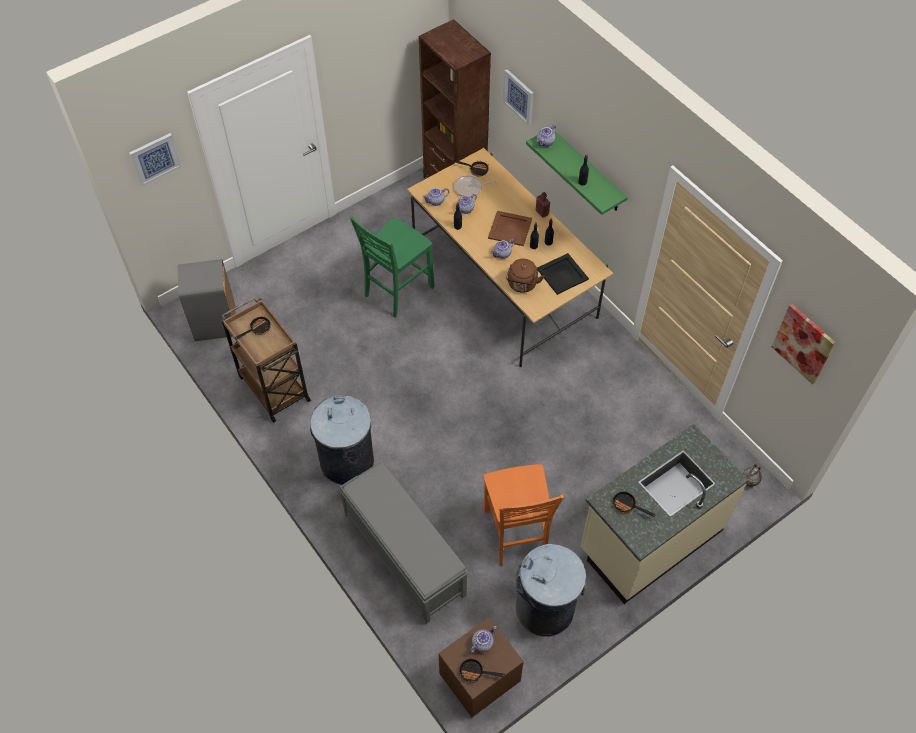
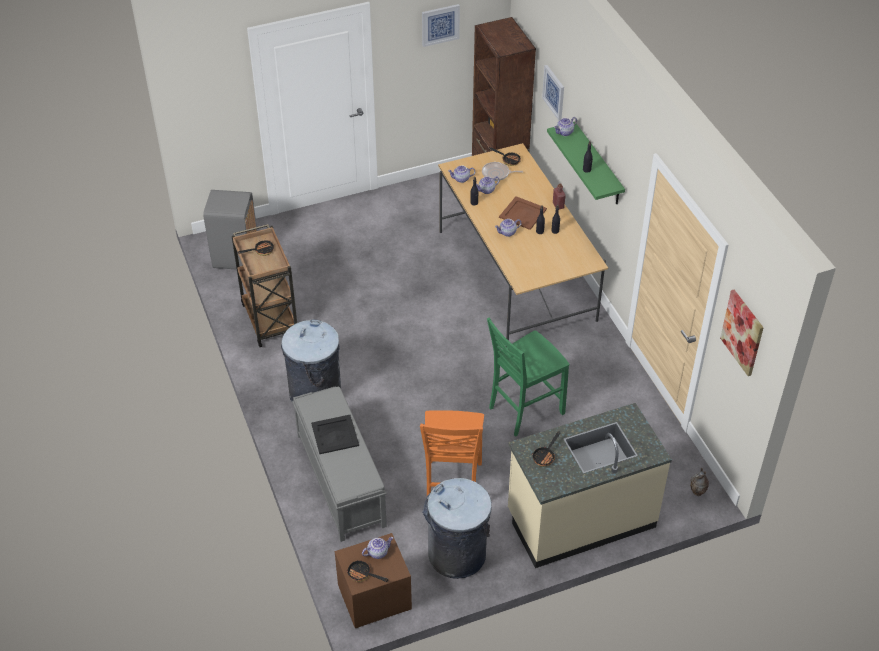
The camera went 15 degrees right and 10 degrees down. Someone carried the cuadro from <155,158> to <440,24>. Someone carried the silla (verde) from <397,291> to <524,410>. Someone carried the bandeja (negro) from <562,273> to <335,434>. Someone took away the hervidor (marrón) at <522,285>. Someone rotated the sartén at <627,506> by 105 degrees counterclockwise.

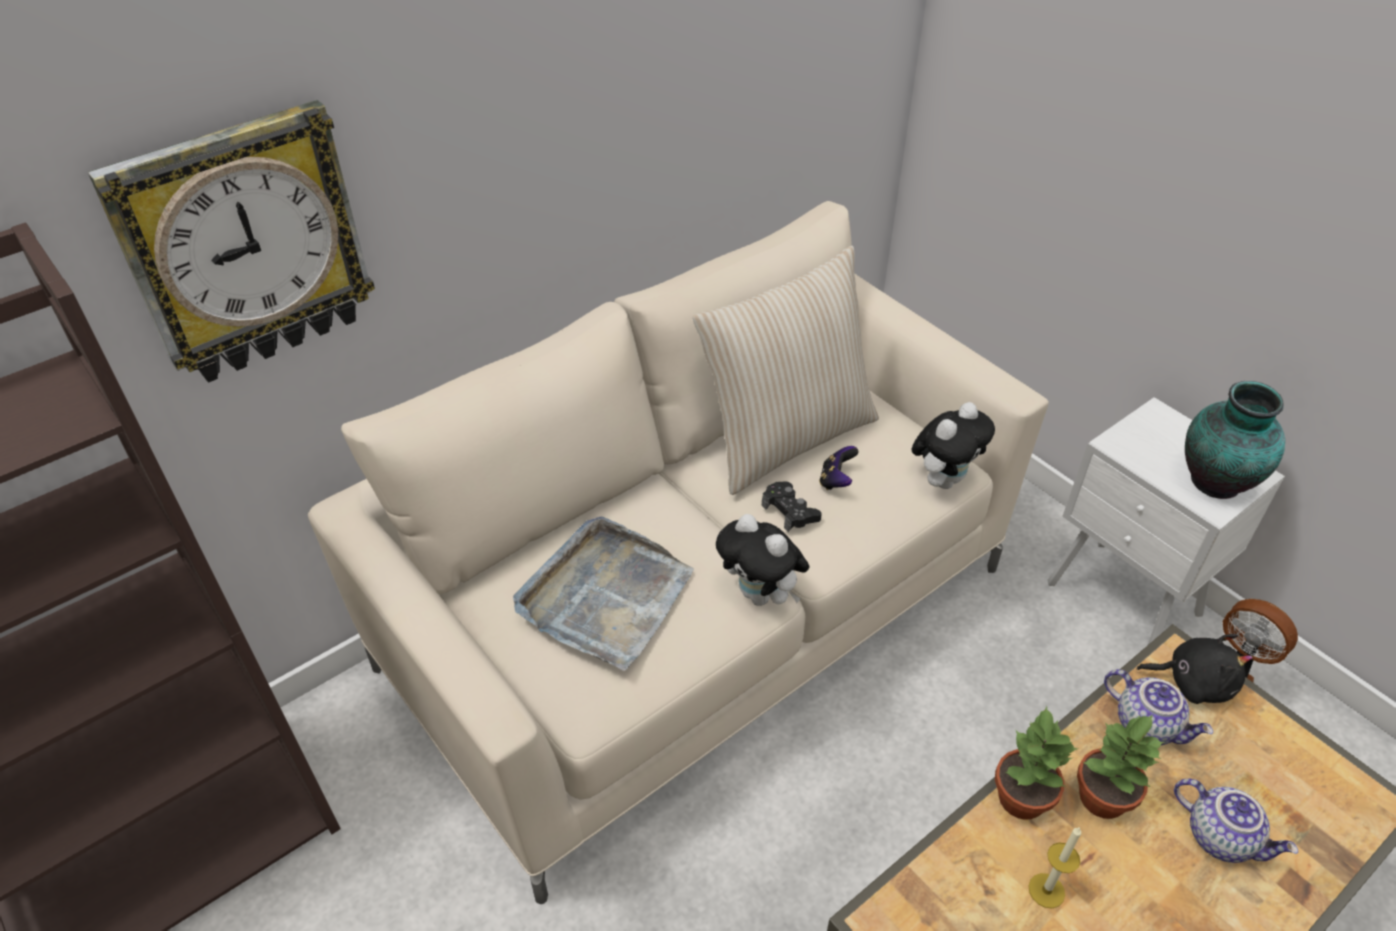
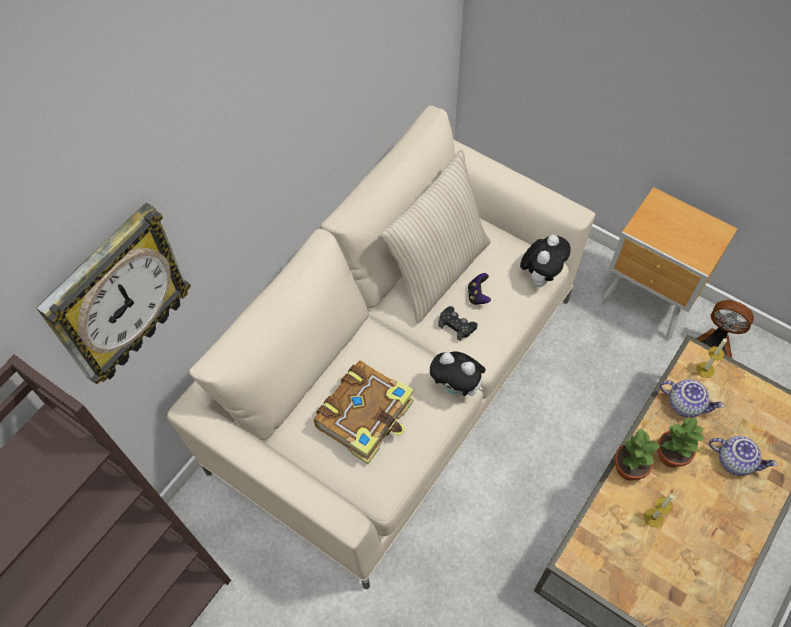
The camera went 15 degrees left and 15 degrees up. Someone took away the florero at <1216,484>. Someone repainted the mesita de noche (blanco) at <1124,603>, which became the mesita de noche (marrón) at <648,304>. Someone swapped the bandeja (gris) at <605,596> for the libro at <366,416>. Someone swapped the peluche (negro) at <1193,682> for the vela at <705,369>.

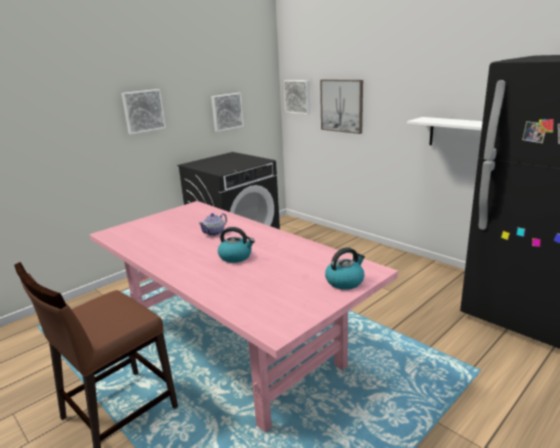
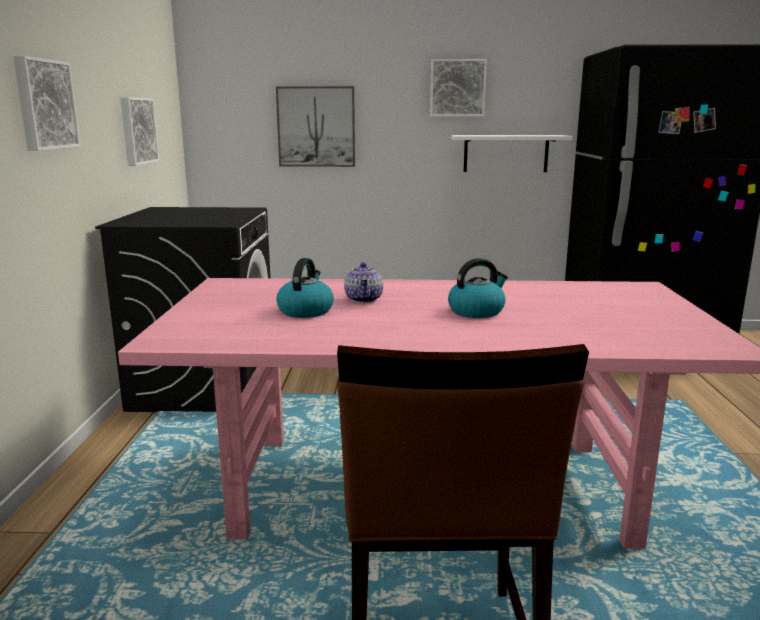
The camera went 45 degrees left and 5 degrees down. Someone carried the cuadro from <298,96> to <457,88>. Someone carried the hervidor from <345,281> to <305,311>.

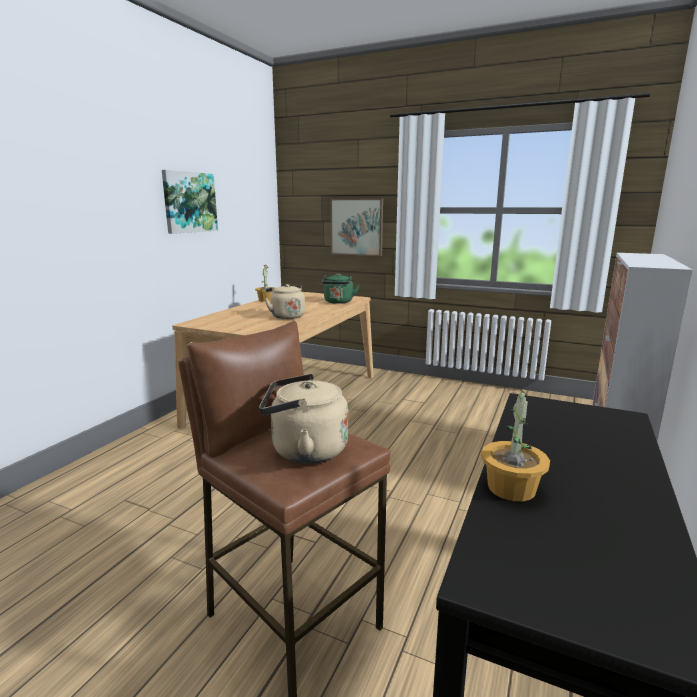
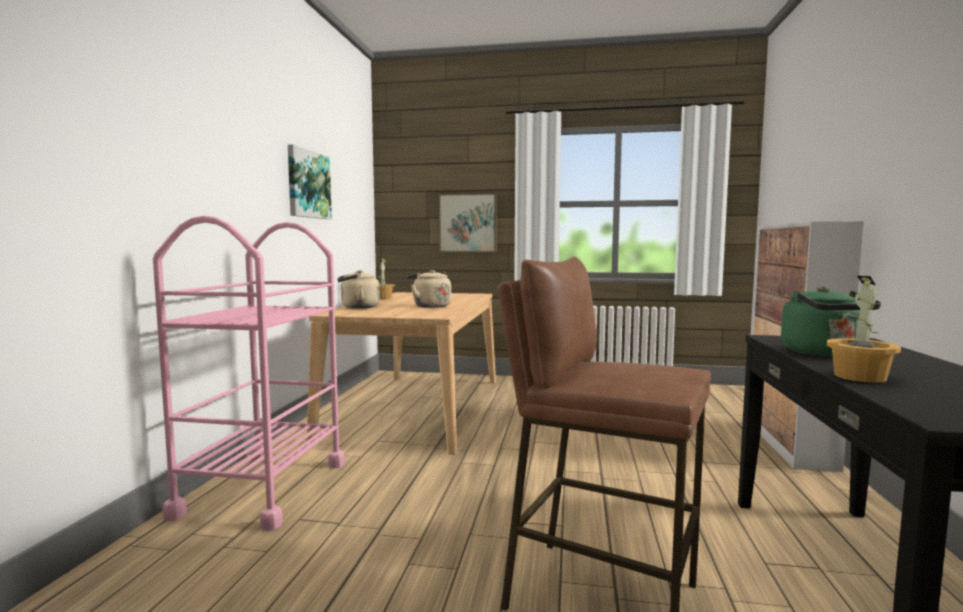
The camera went 15 degrees left and 10 degrees down. Someone carried the hervidor (verde) from <338,302> to <823,353>. Someone carried the hervidor (beis) from <304,451> to <357,307>. Someone put down the carrito (rosa) at <263,488>.

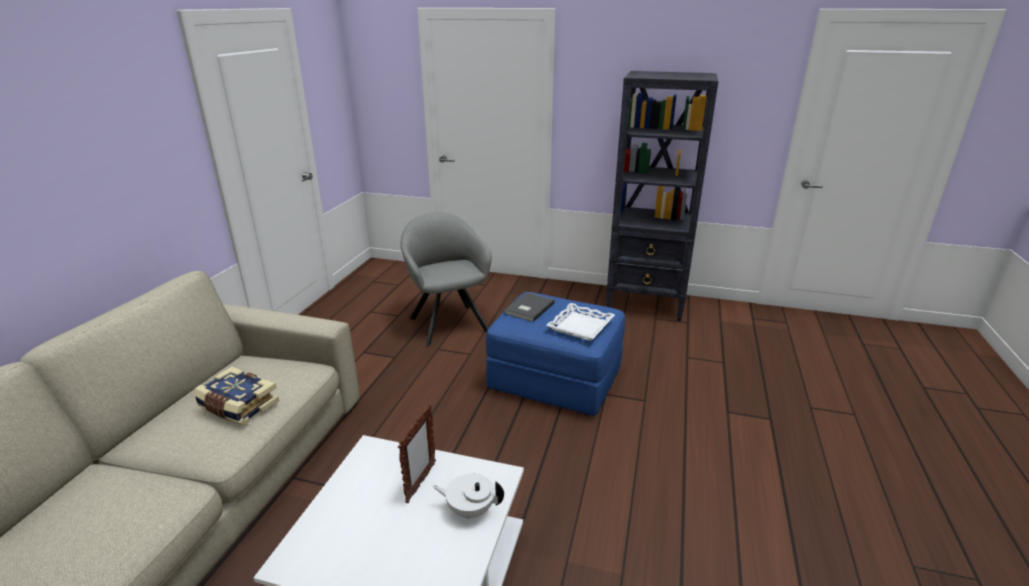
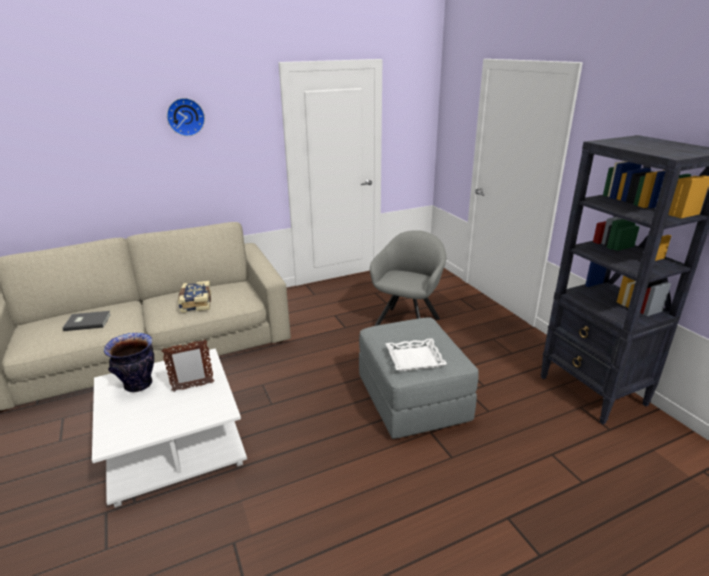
The camera went 50 degrees right and 0 degrees up. Someone repainted the puf (azul) at <556,380>, which became the puf (gris) at <413,400>. Someone carried the libro (gris) from <528,308> to <87,322>. Someone took away the tetera (blanco) at <470,509>. Someone put up the reloj de pared at <185,117>. Someone put down the florero at <139,385>.

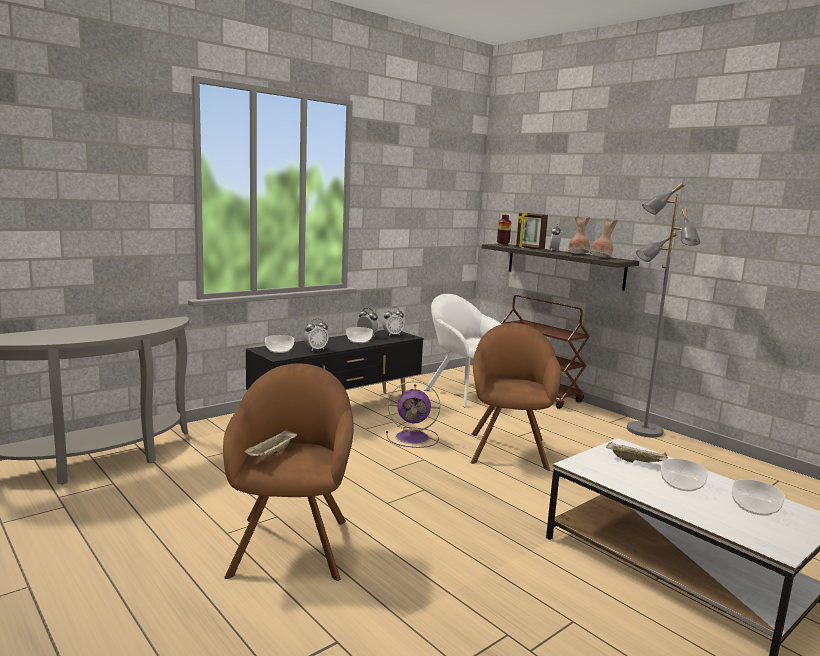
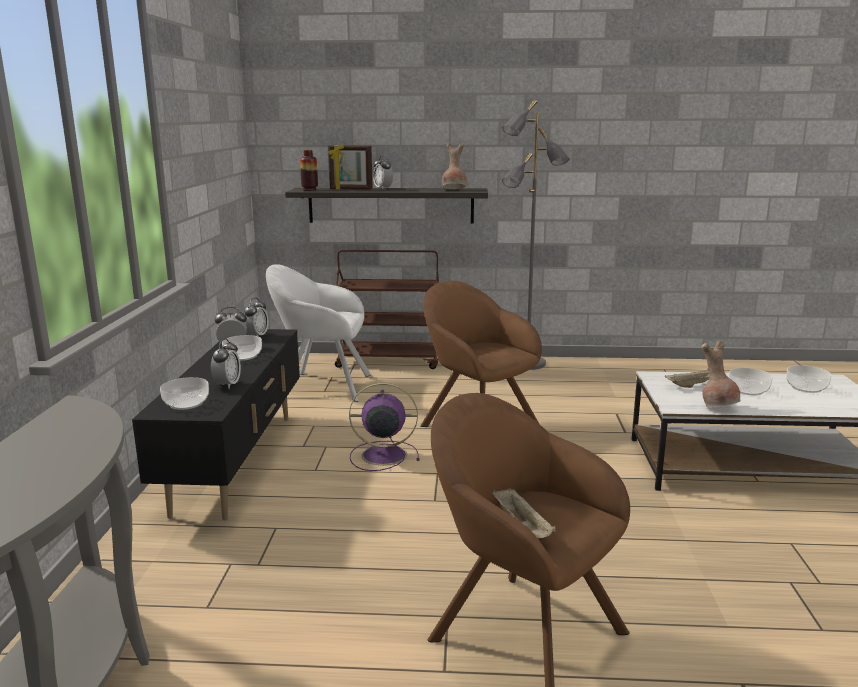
The camera went 45 degrees left and 5 degrees up. Someone carried the florero (marrón) from <578,254> to <718,407>. Someone rotated the ventilador (morado) at <414,437> by 135 degrees counterclockwise.

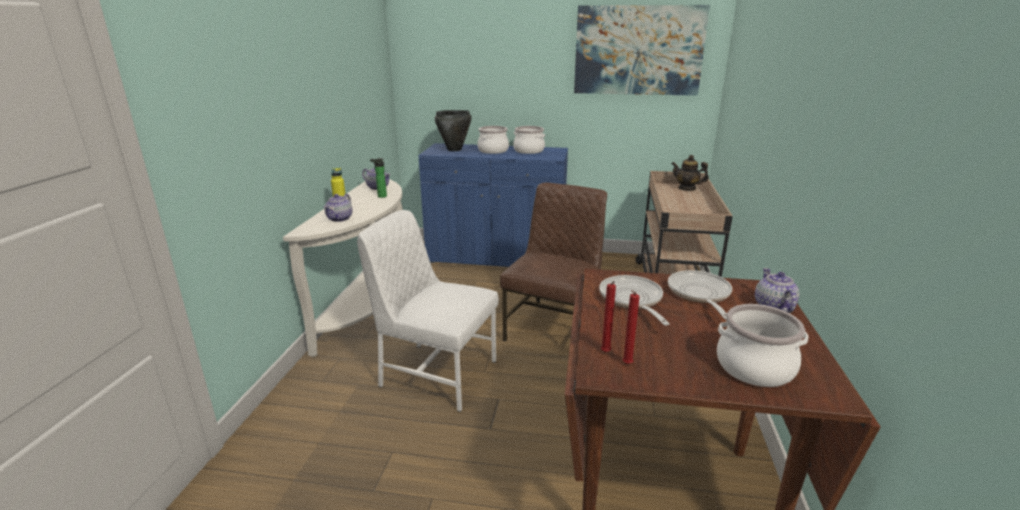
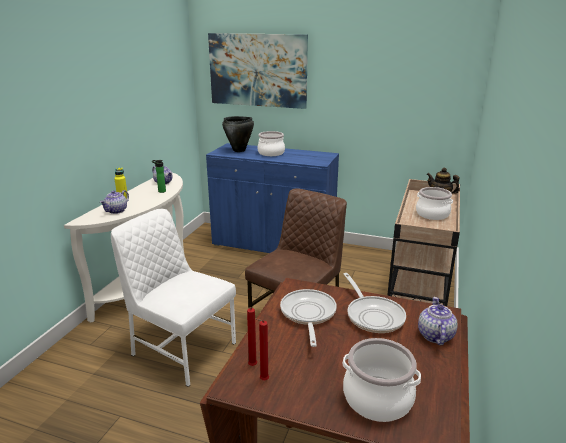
The camera went 10 degrees right and 0 degrees up. Someone carried the cuadro from <638,50> to <258,70>. Someone carried the olla from <528,151> to <432,214>. Someone rotated the sartén at <699,295> by 150 degrees clockwise.

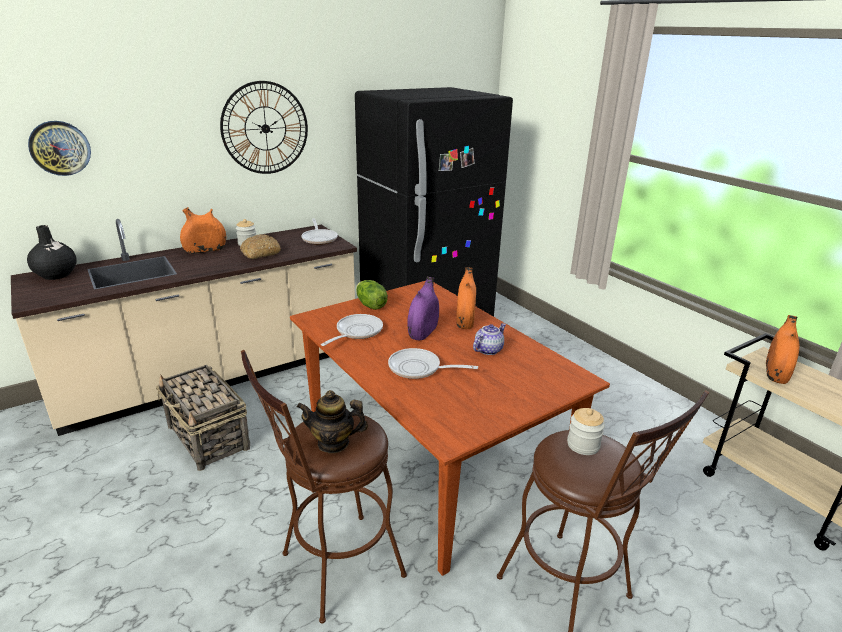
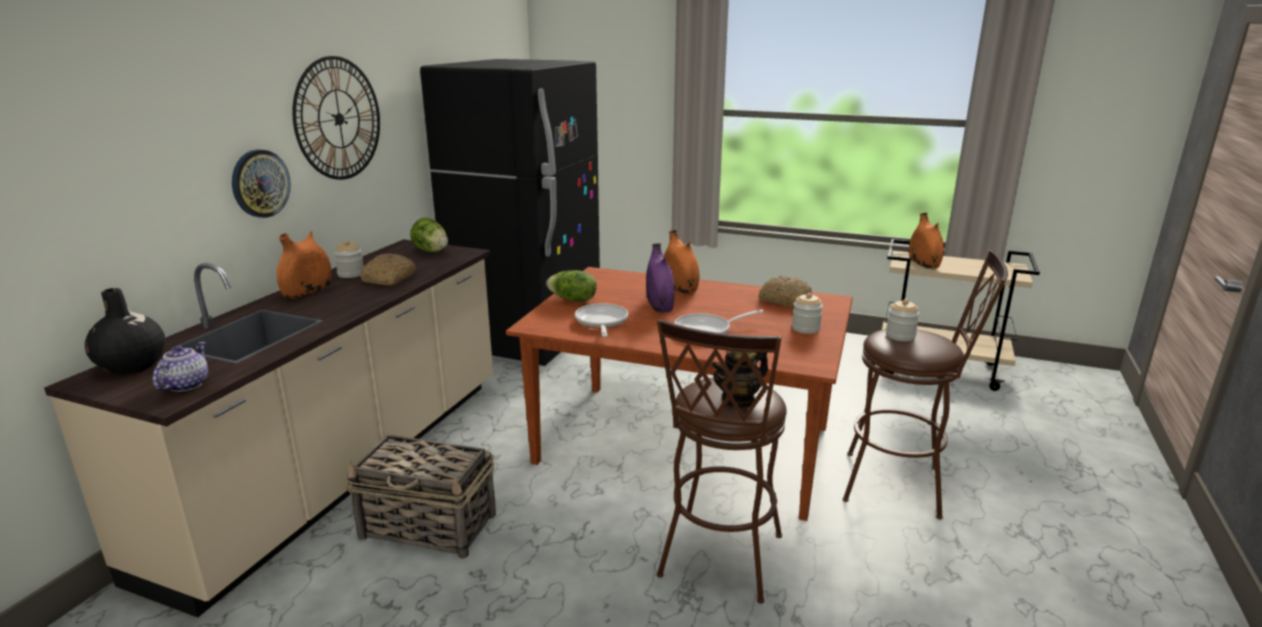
The camera went 35 degrees left and 5 degrees down. Someone carried the reloj de pared from <60,148> to <260,183>. Someone swapped the sartén at <319,238> for the lechuga at <431,251>. Someone carried the tetera from <488,350> to <185,385>. Someone put down the pan at <784,300>. Someone put down the tarro at <805,328>.

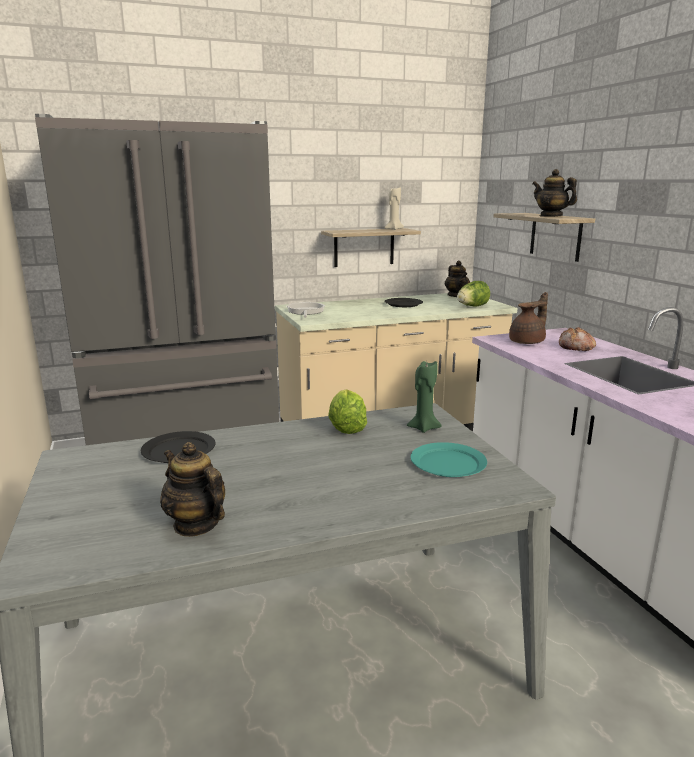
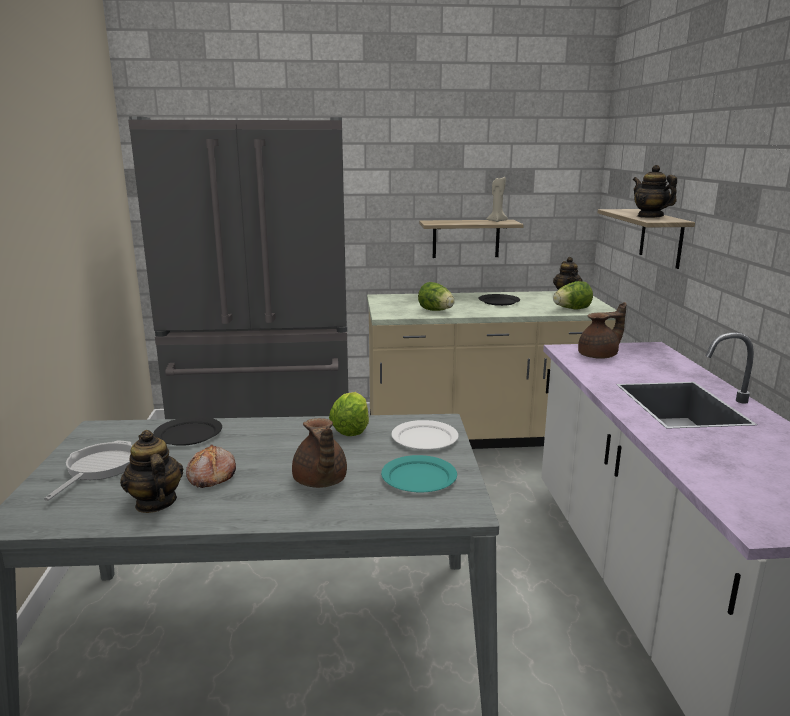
The camera went 15 degrees right and 0 degrees up. Someone carried the sartén from <305,311> to <99,468>. Someone carried the pan from <575,347> to <211,476>. Someone swapped the vela (verde) at <423,428> for the plato (blanco) at <425,438>. Someone put down the lechuga at <436,311>. Someone put down the tetera (marrón) at <320,482>.

